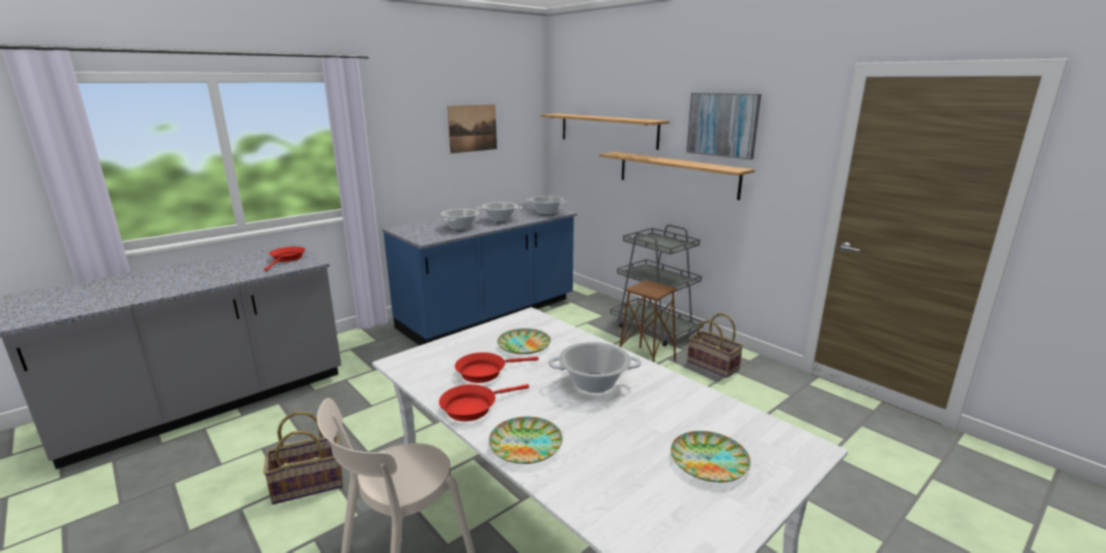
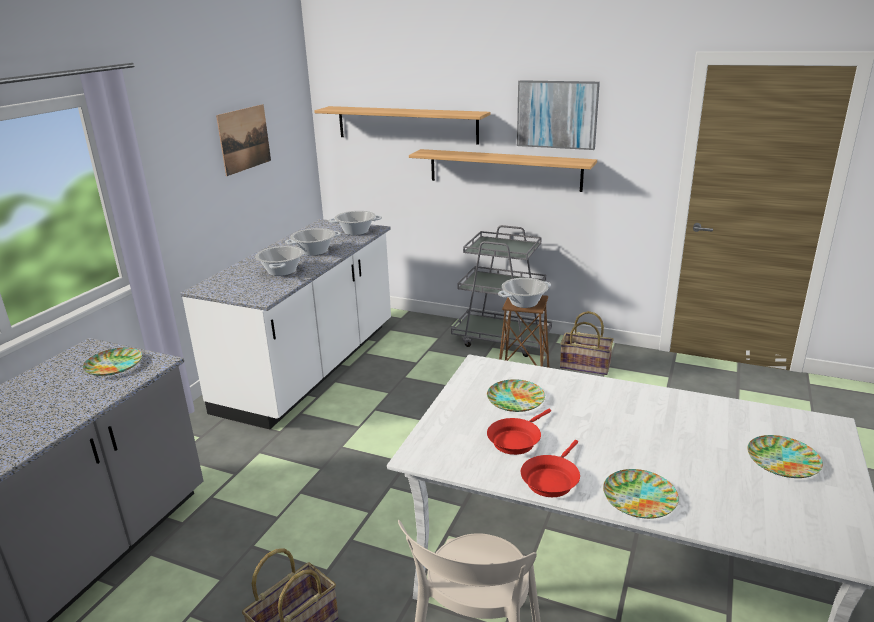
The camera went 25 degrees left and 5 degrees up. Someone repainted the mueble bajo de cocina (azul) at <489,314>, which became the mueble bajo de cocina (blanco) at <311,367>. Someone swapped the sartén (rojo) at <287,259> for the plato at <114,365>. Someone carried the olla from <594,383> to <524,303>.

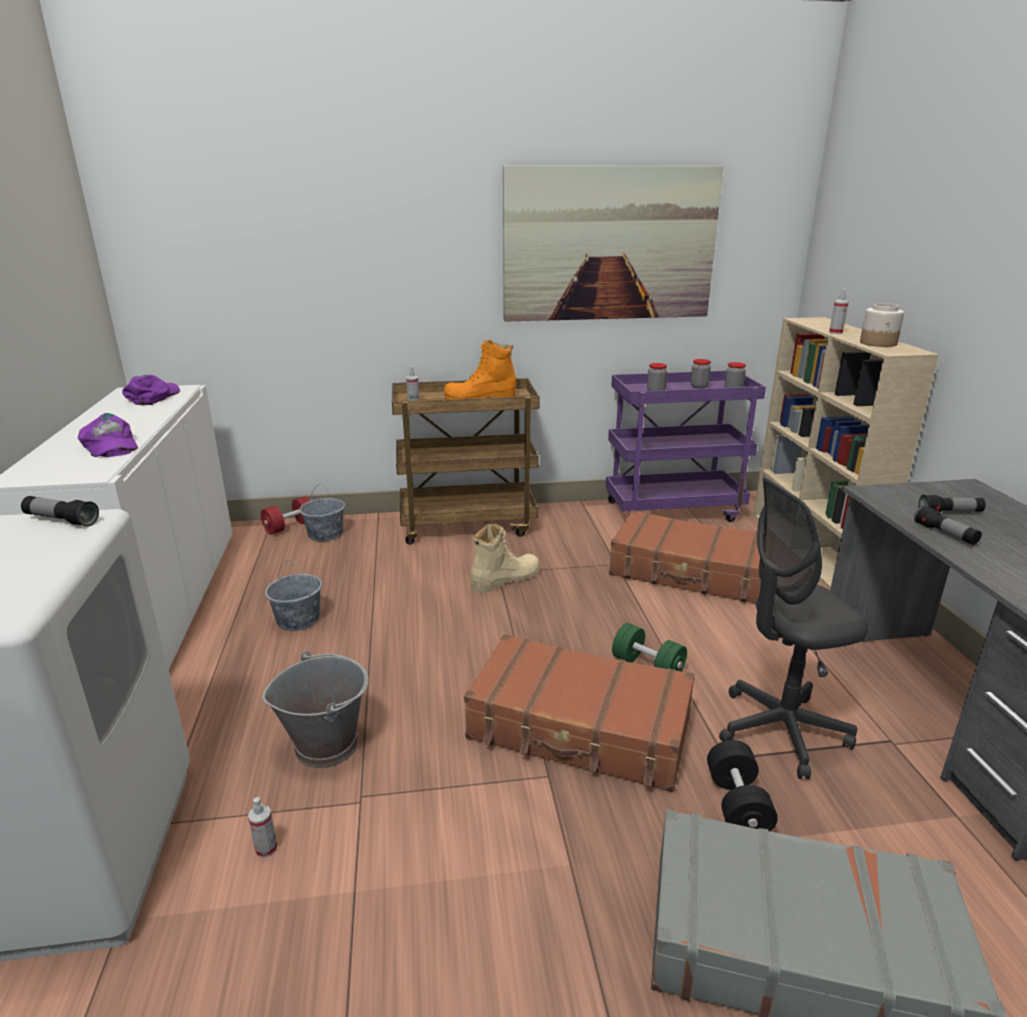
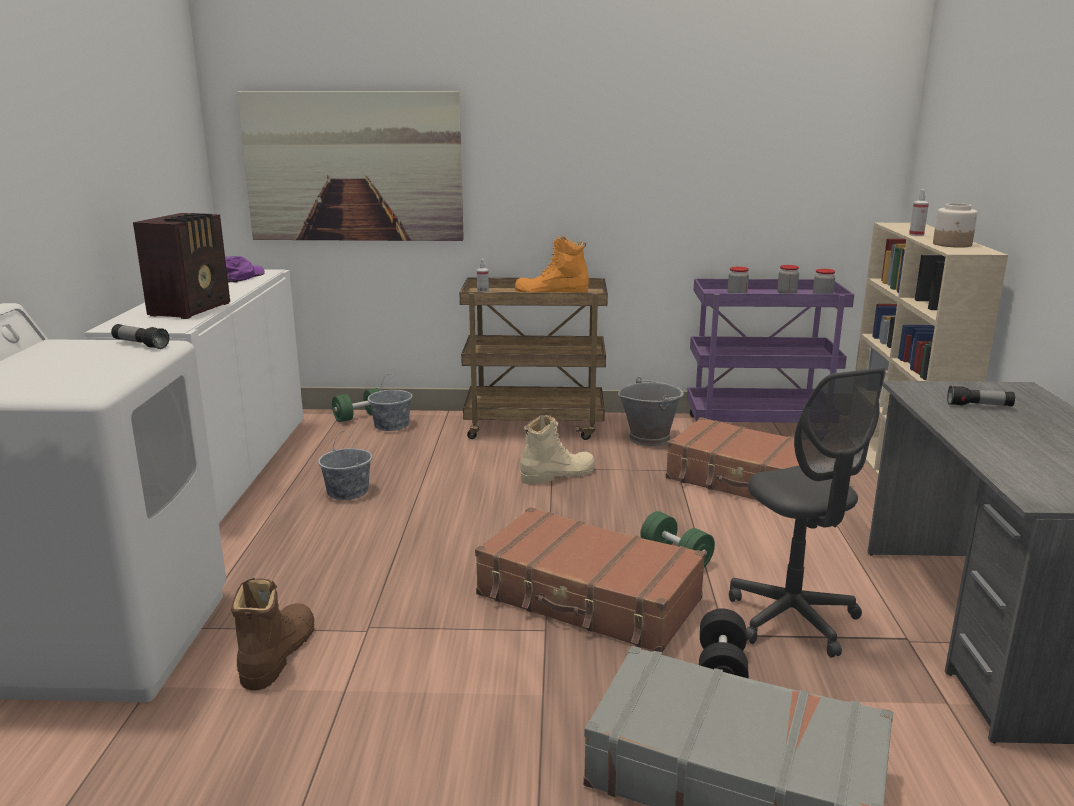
The camera went 10 degrees right and 5 degrees down. Someone carried the cuadro from <609,244> to <354,167>. Someone swapped the gorra (morado) at <109,445> for the radio at <192,309>. Someone rotated the silla de oficina (gris) at <781,731> by 105 degrees counterclockwise. Someone repainted the mancuerna (rojo) at <290,526>, which became the mancuerna (verde) at <359,417>. Someone took away the linterna at <945,534>. Someone carried the cubo (gris) from <327,744> to <649,438>. Someone swapped the pulverizador at <266,849> for the bota (marrón) at <277,654>.

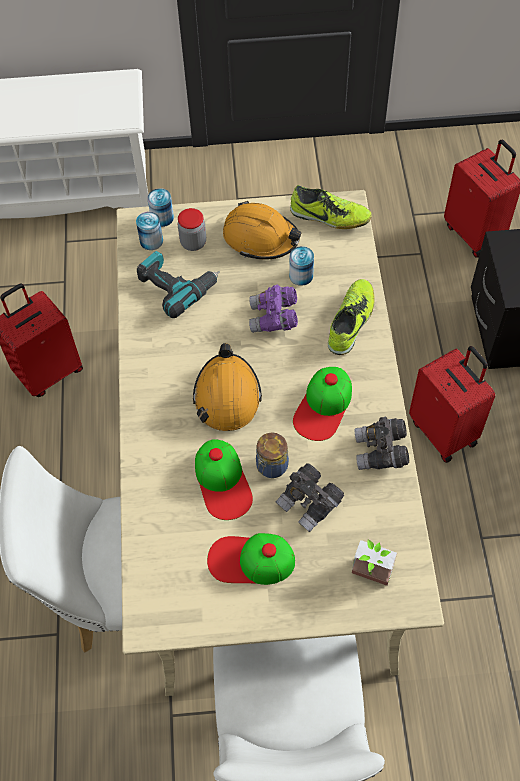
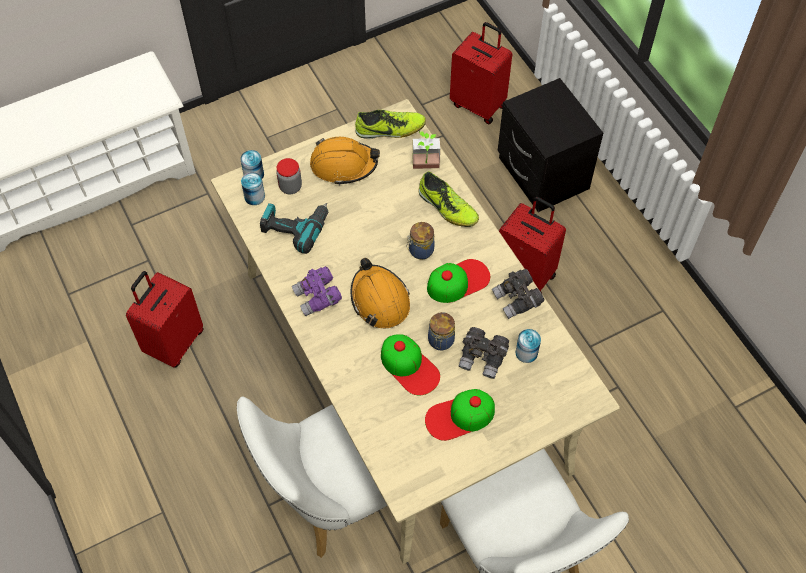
The camera went 25 degrees left and 0 degrees up. Someone carried the lata from <301,275> to <526,353>. Someone rotated the zapato at <351,321> by 135 degrees clockwise. Someone carried the prismáticos (morado) from <274,318> to <318,297>. Someone rotated the gorra at <323,406> by 120 degrees counterclockwise. Someone carried the planta en maceta from <369,578> to <426,167>. Someone put down the tarro at <420,250>.

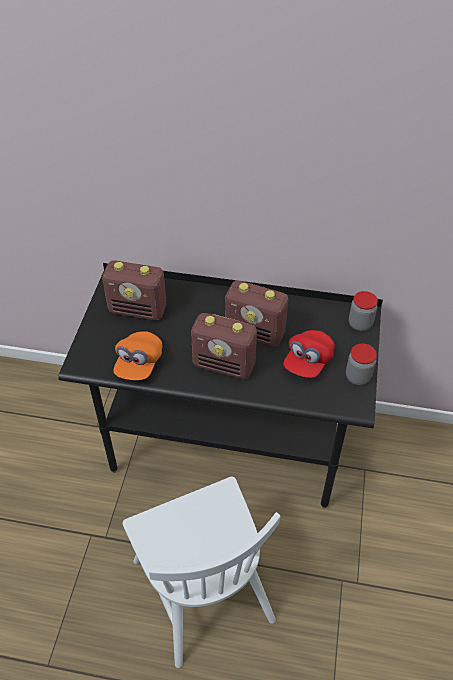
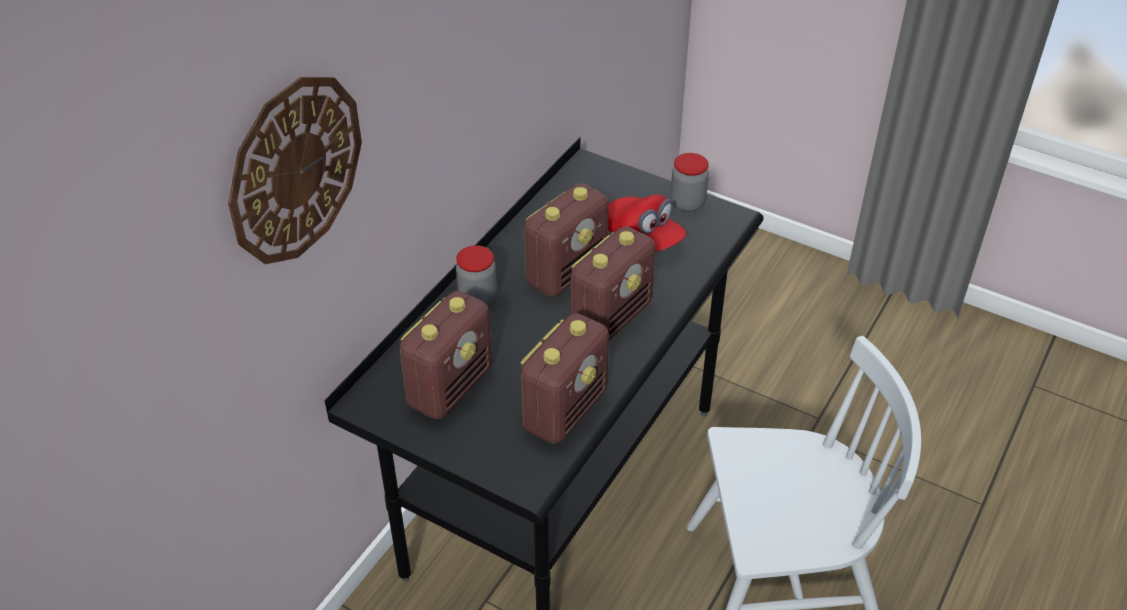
The camera went 70 degrees left and 5 degrees down. Someone carried the tarro from <360,324> to <477,298>. Someone swapped the gorra (naranja) at <139,364> for the radio at <565,409>. Someone put up the reloj de pared at <295,169>.

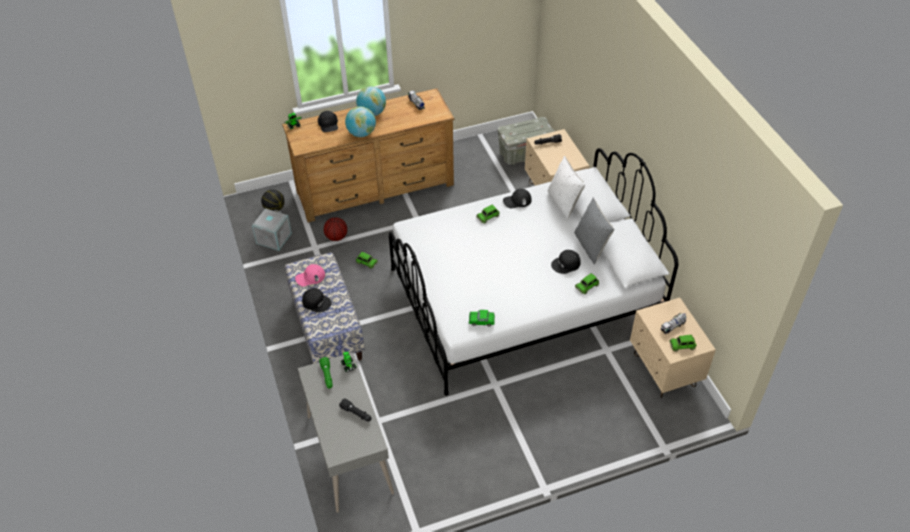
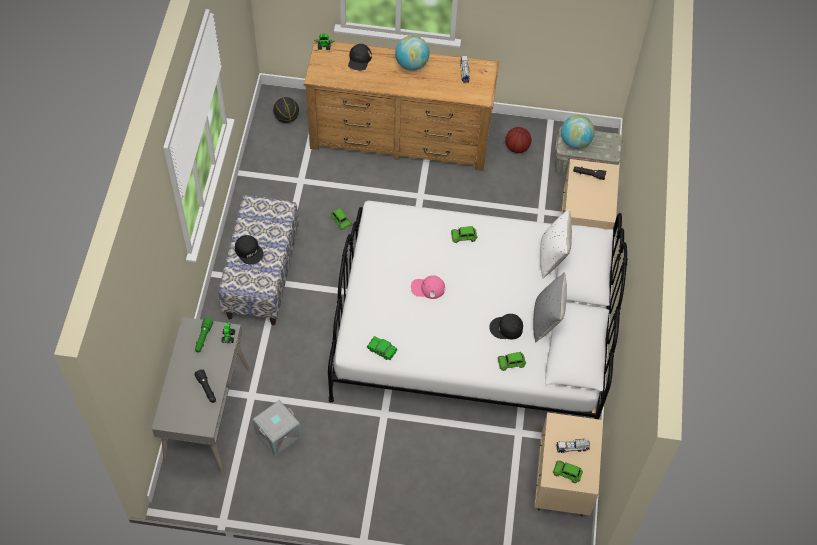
The camera went 25 degrees right and 10 degrees up. Someone carried the globo terráqueo from <361,133> to <575,142>. Someone took away the gorra (negro) at <517,201>. Someone carried the caja de almacenaje (gris) from <273,238> to <278,434>. Someone carried the balón de baloncesto from <336,237> to <517,147>. Someone carried the gorra (rosa) from <310,277> to <428,288>.

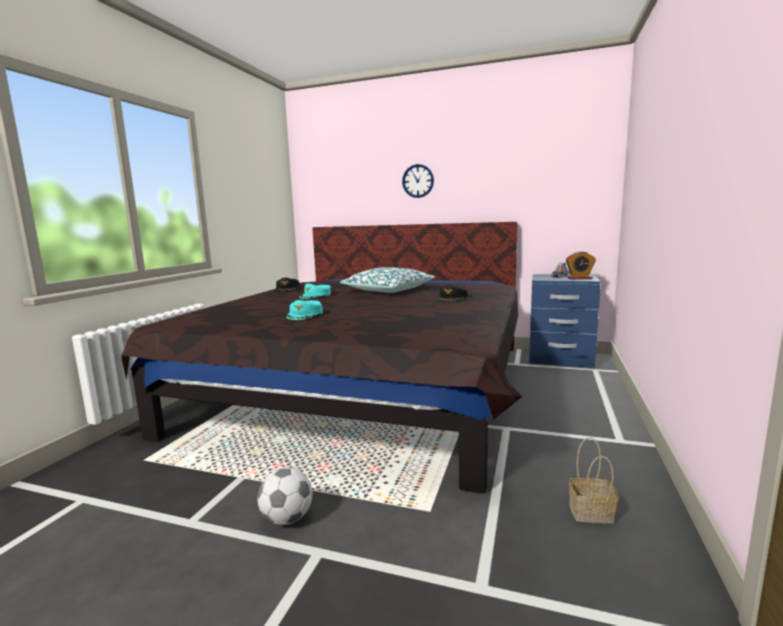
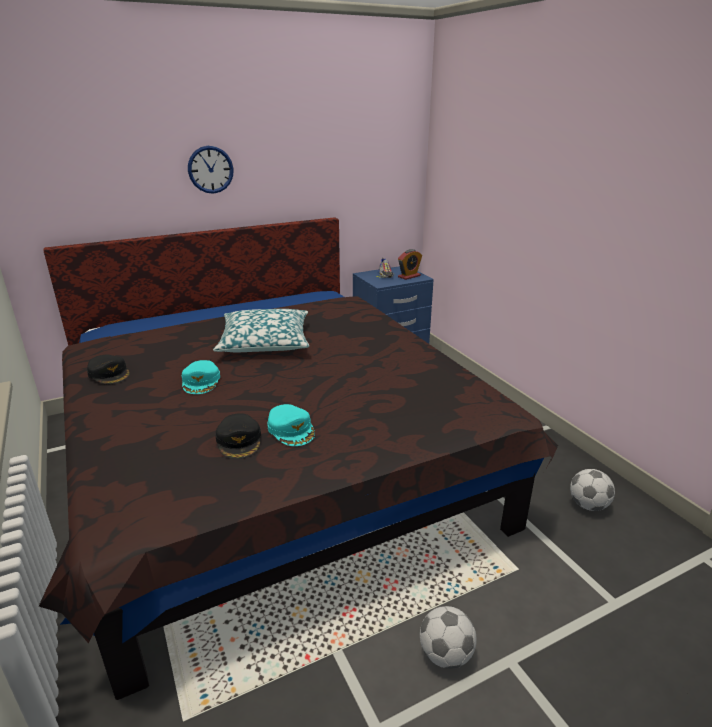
The camera went 45 degrees left and 15 degrees up. Someone carried the gorra (negro) from <452,298> to <239,441>. Someone swapped the cesta at <592,512> for the balón de fútbol at <588,505>.

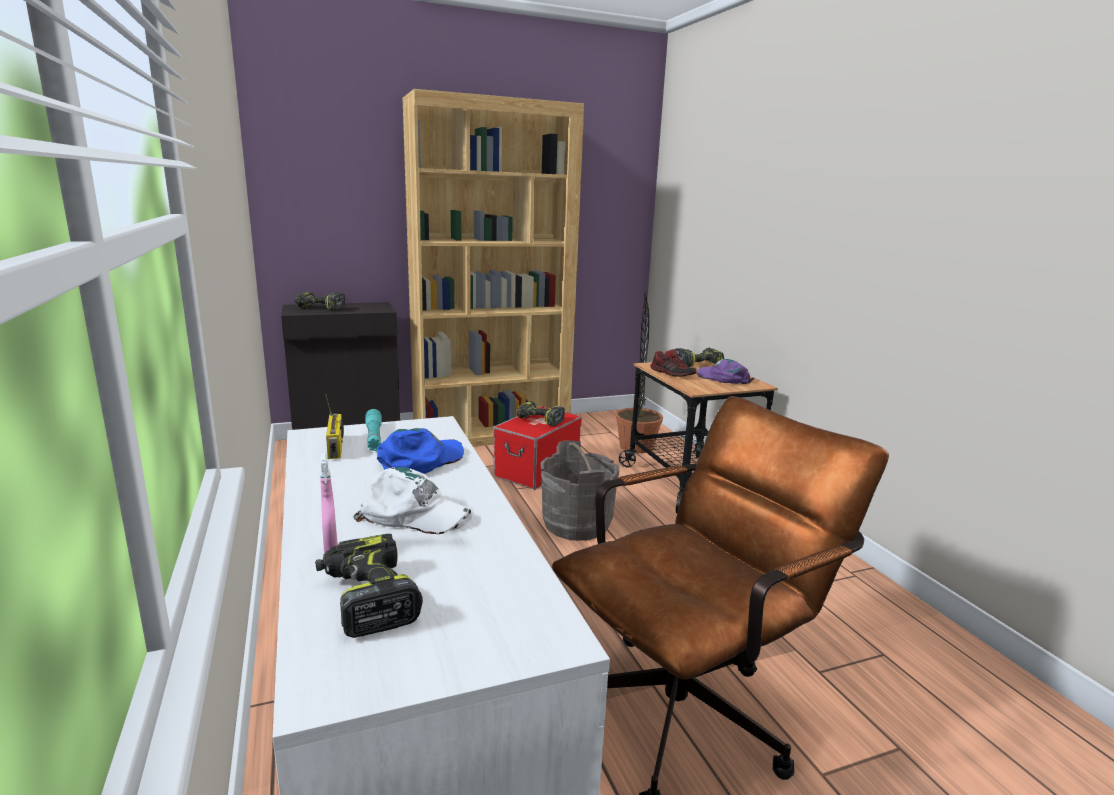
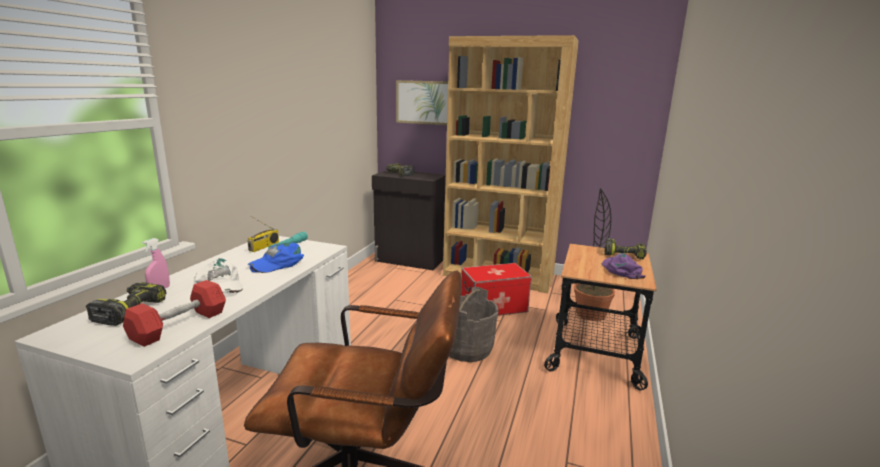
The camera went 40 degrees right and 0 degrees up. Someone took away the zapato at <672,373>. Someone took away the taladro at <538,420>. Someone rotated the gorra (azul) at <421,461> by 150 degrees clockwise. Someone put up the cuadro at <424,102>. Someone put down the mancuerna (rojo) at <179,326>.

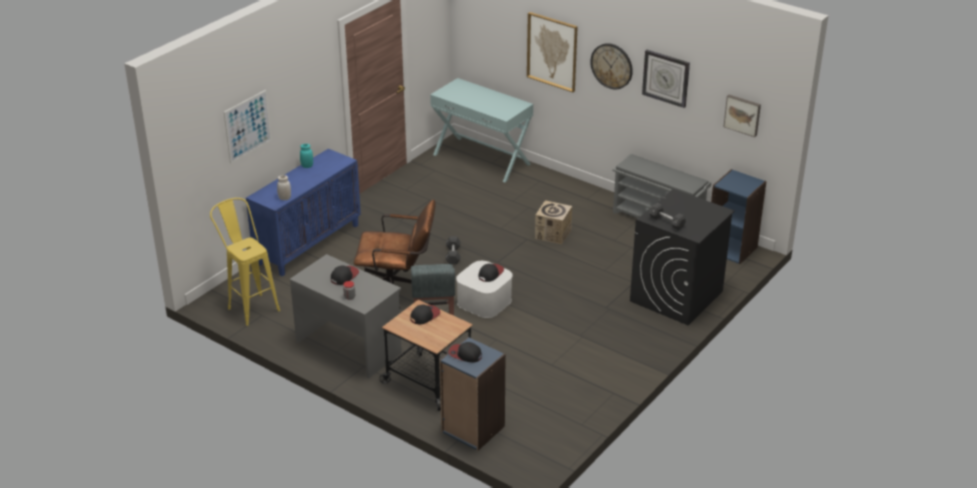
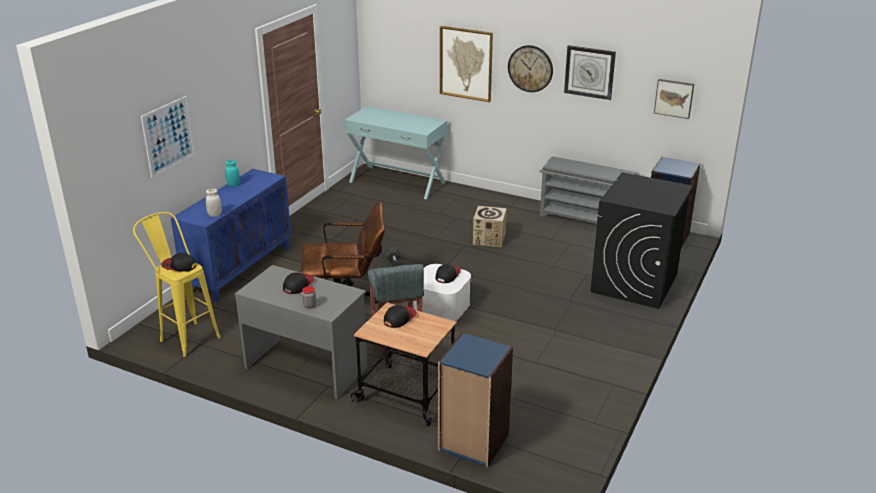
The camera went 10 degrees left and 5 degrees down. Someone took away the mancuerna (negro) at <667,222>. Someone carried the gorra from <465,354> to <178,266>.

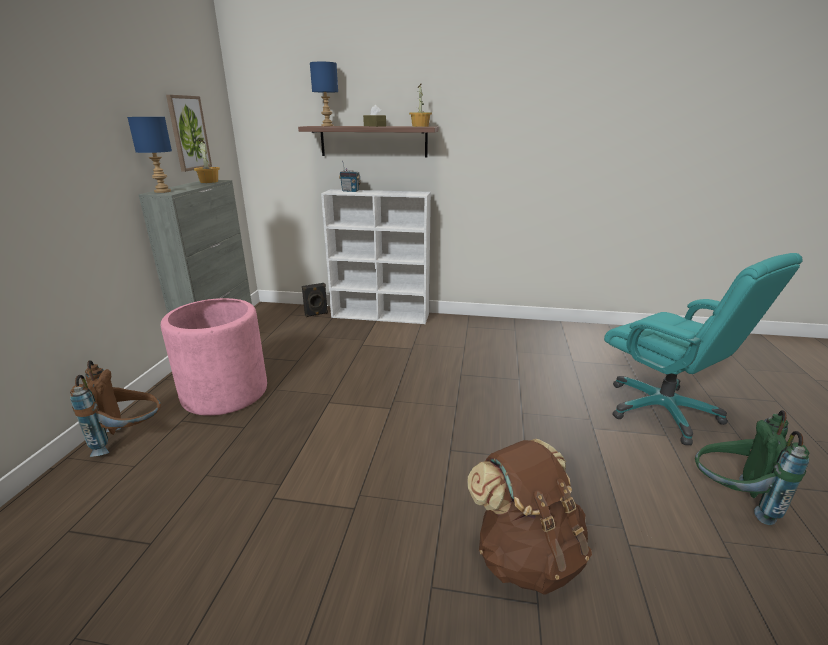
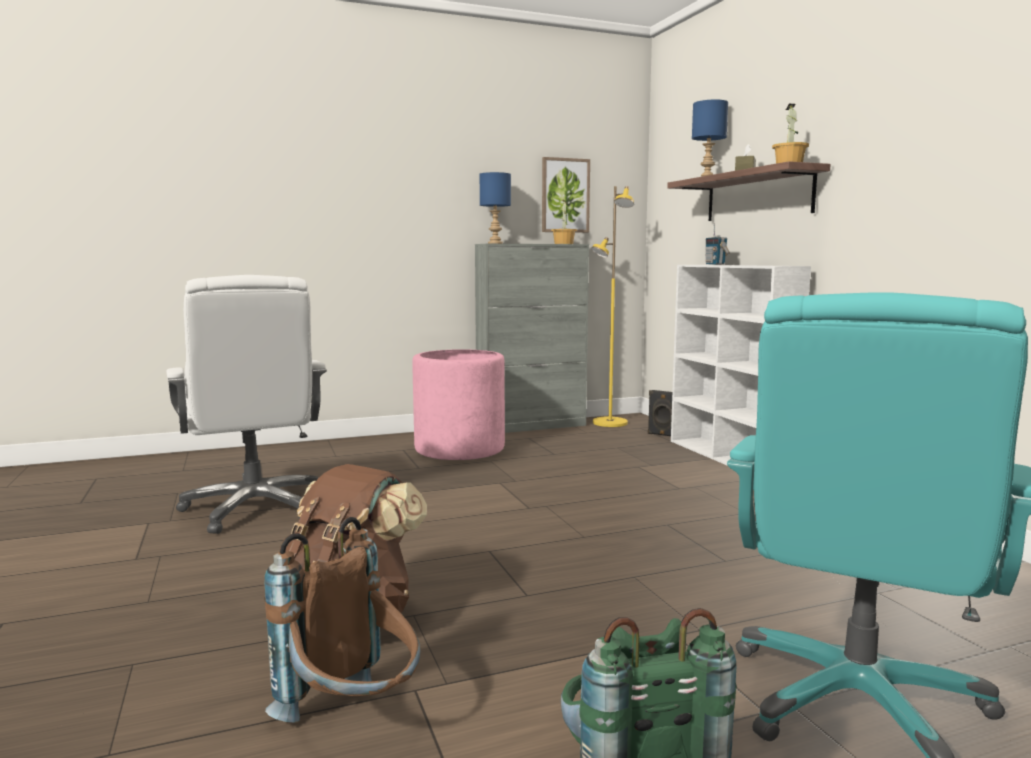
The camera went 60 degrees right and 15 degrees down. Someone carried the mochila (marrón) from <130,438> to <353,717>. Someone put down the lámpara de pie (amarillo) at <609,423>. Someone put down the silla de oficina (blanco) at <255,508>.

